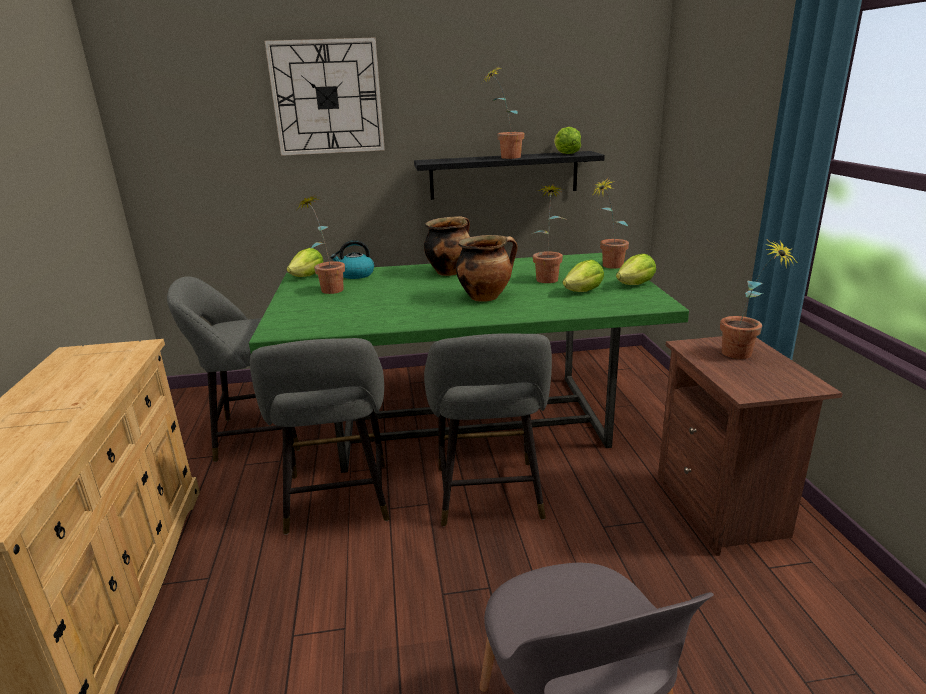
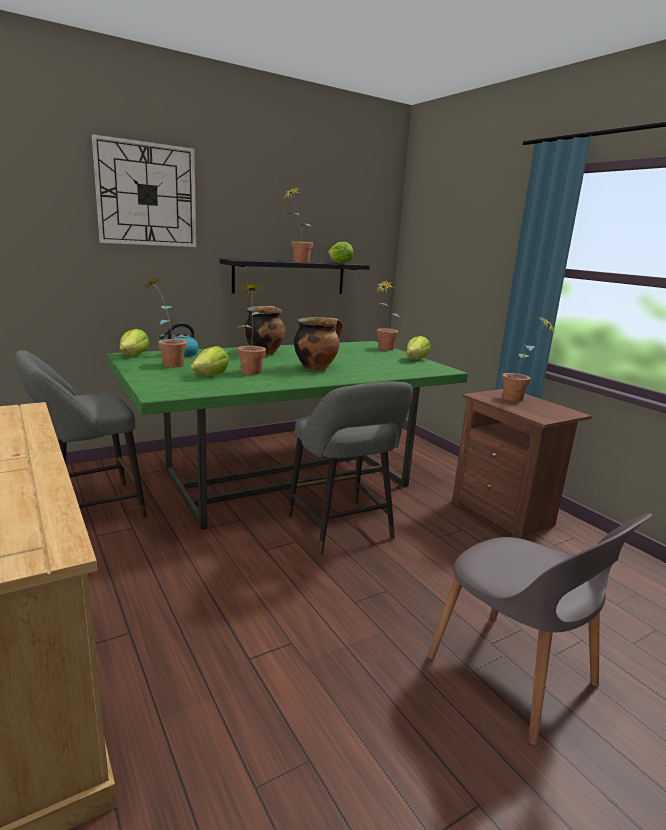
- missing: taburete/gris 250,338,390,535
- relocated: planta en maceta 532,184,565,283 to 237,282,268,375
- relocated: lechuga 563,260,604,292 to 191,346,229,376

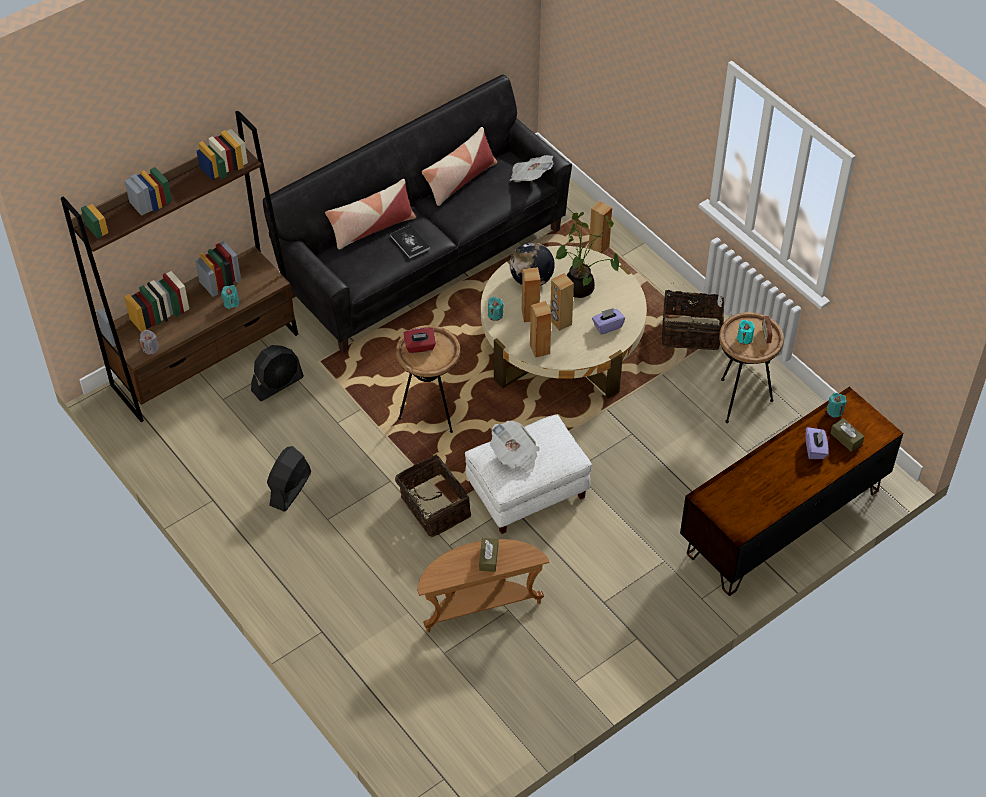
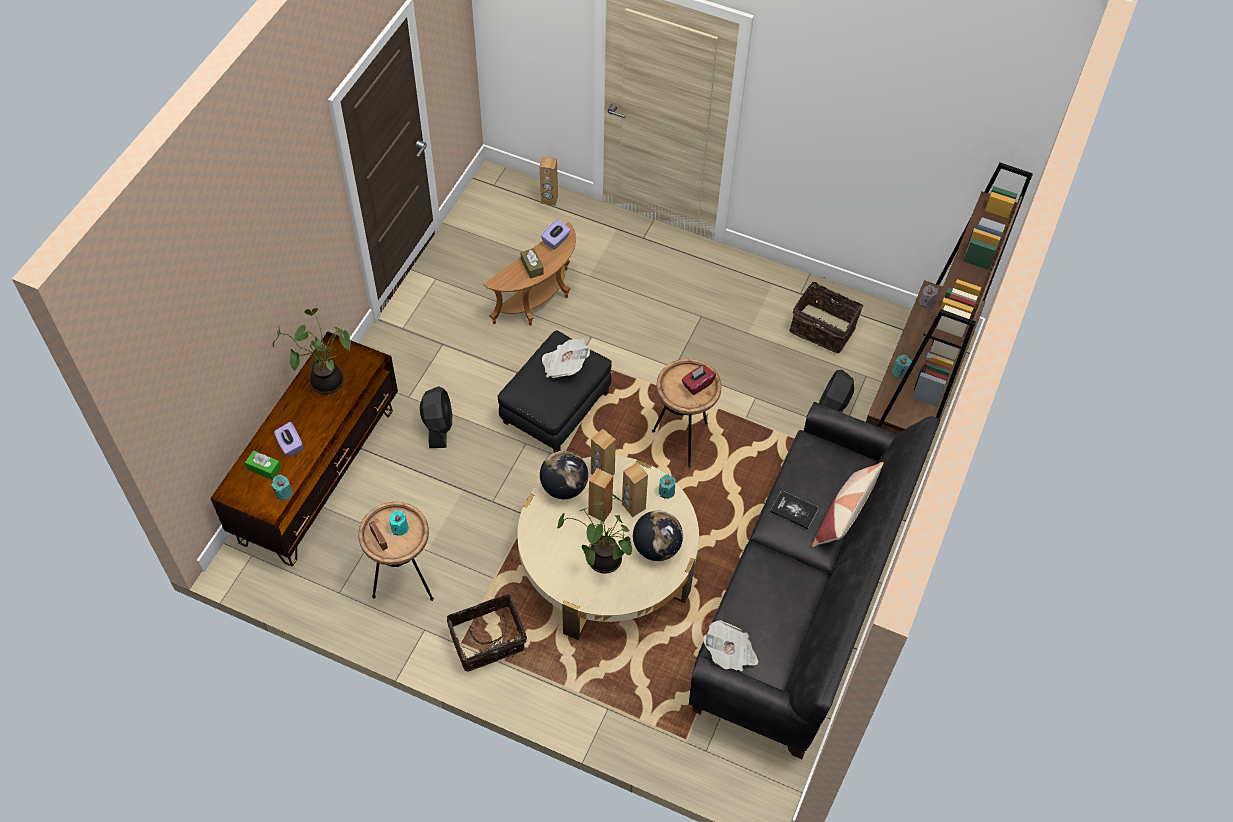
- relocated: ventilador/negro 267,446,311,512 to 420,386,452,448
- relocated: cesta 395,454,471,537 to 789,282,863,353
- missing: cojín 422,127,497,206
- colour: puf/blanco 465,414,592,534 to puf/negro 497,331,612,453
- relocated: altavoz/marrón 589,201,612,253 to 540,156,558,206
- relocated: caja de pañuelos/morado 592,308,625,335 to 541,219,571,250
- colour: caja de pañuelos/marrón 830,418,864,452 to caja de pañuelos/verde 245,450,281,480
- appeared: planta en maceta 272,308,351,394
- appeared: globo terráqueo 540,451,588,499

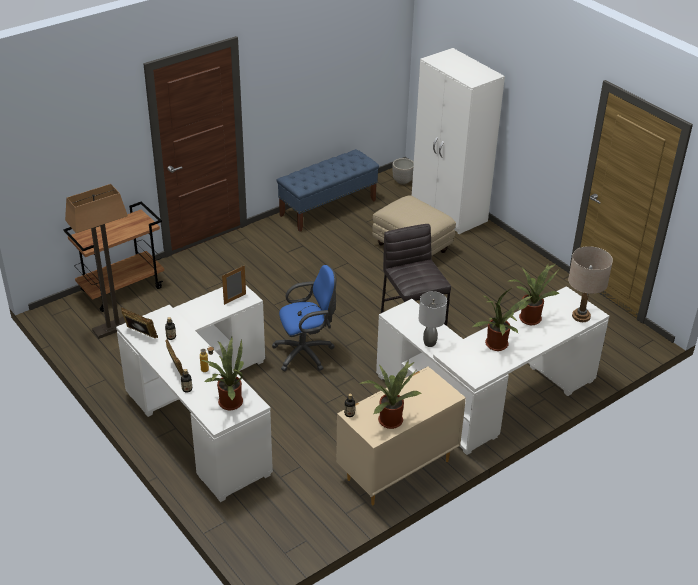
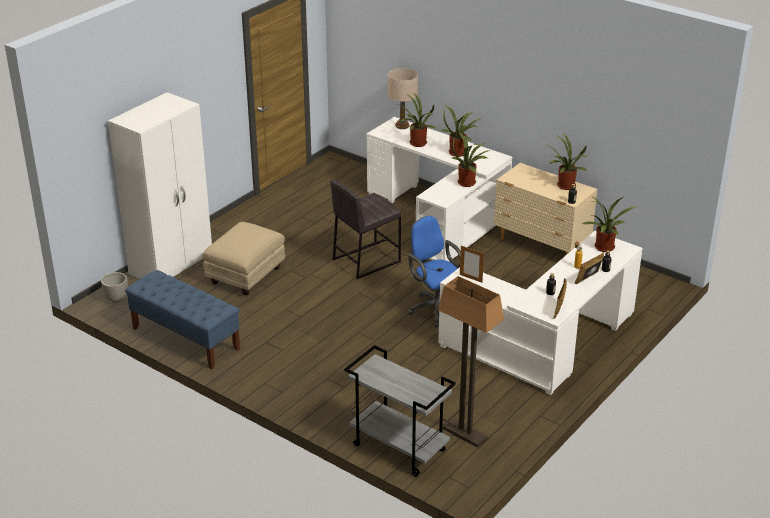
- colour: carrito/marrón 63,201,164,312 to carrito/gris 344,345,456,477
- exchanged: lámpara de mesa/gris 419,291,447,347 to planta en maceta 452,132,488,187

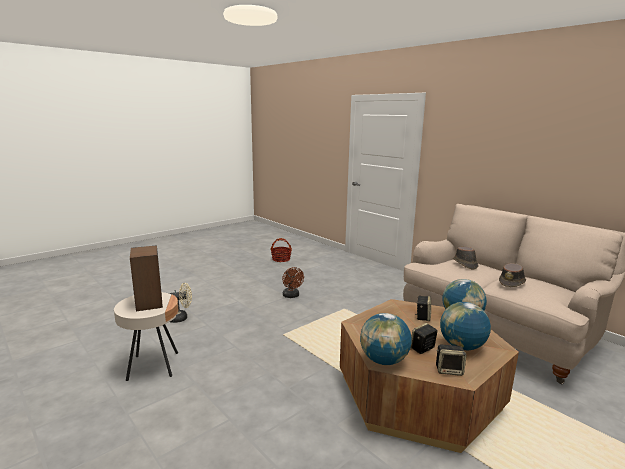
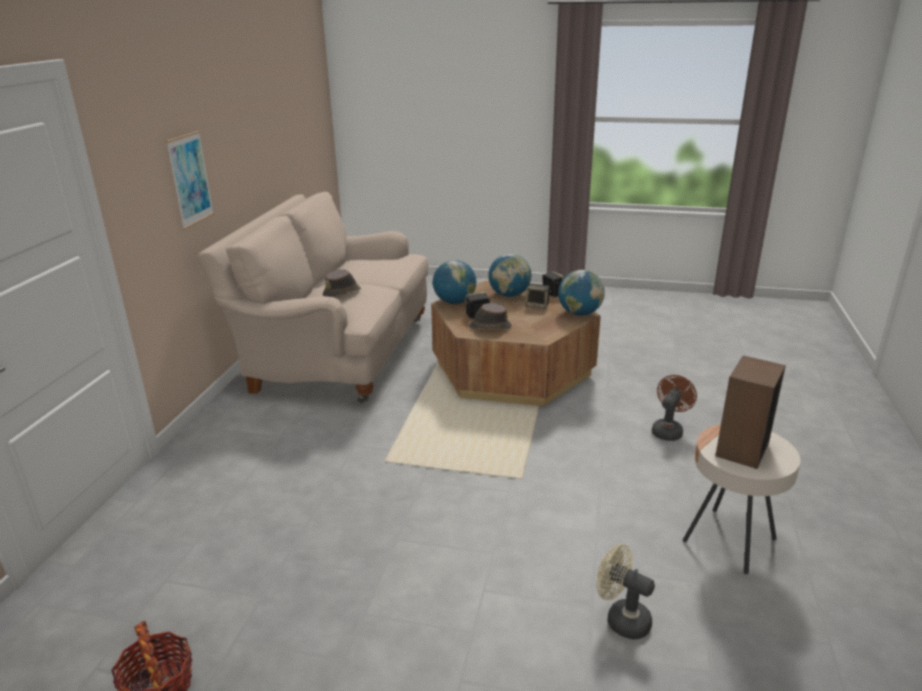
- relocated: ventilador/marrón 282,267,304,298 to 652,375,697,441
- relocated: sombrero/marrón 499,263,526,287 to 469,303,512,330
- appeared: cuadro 166,131,214,230

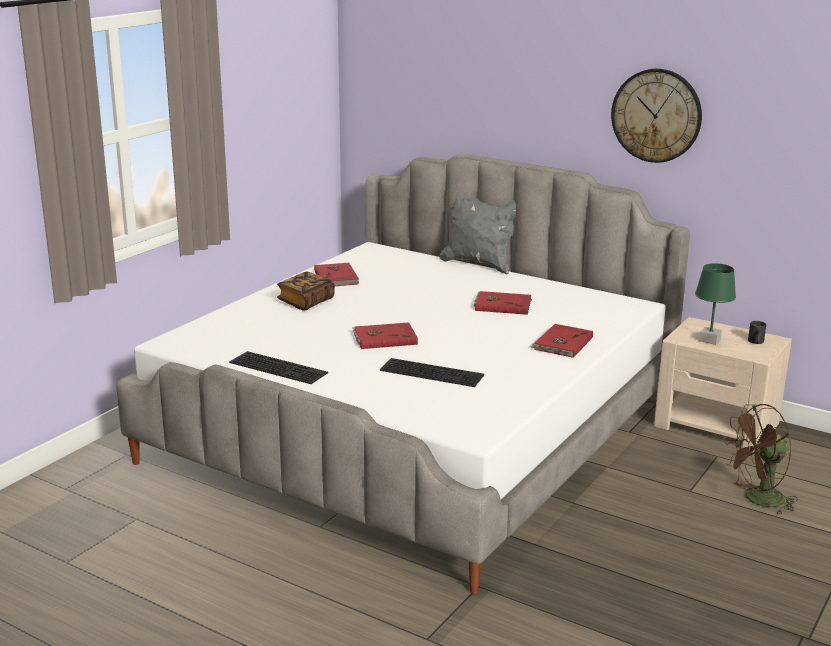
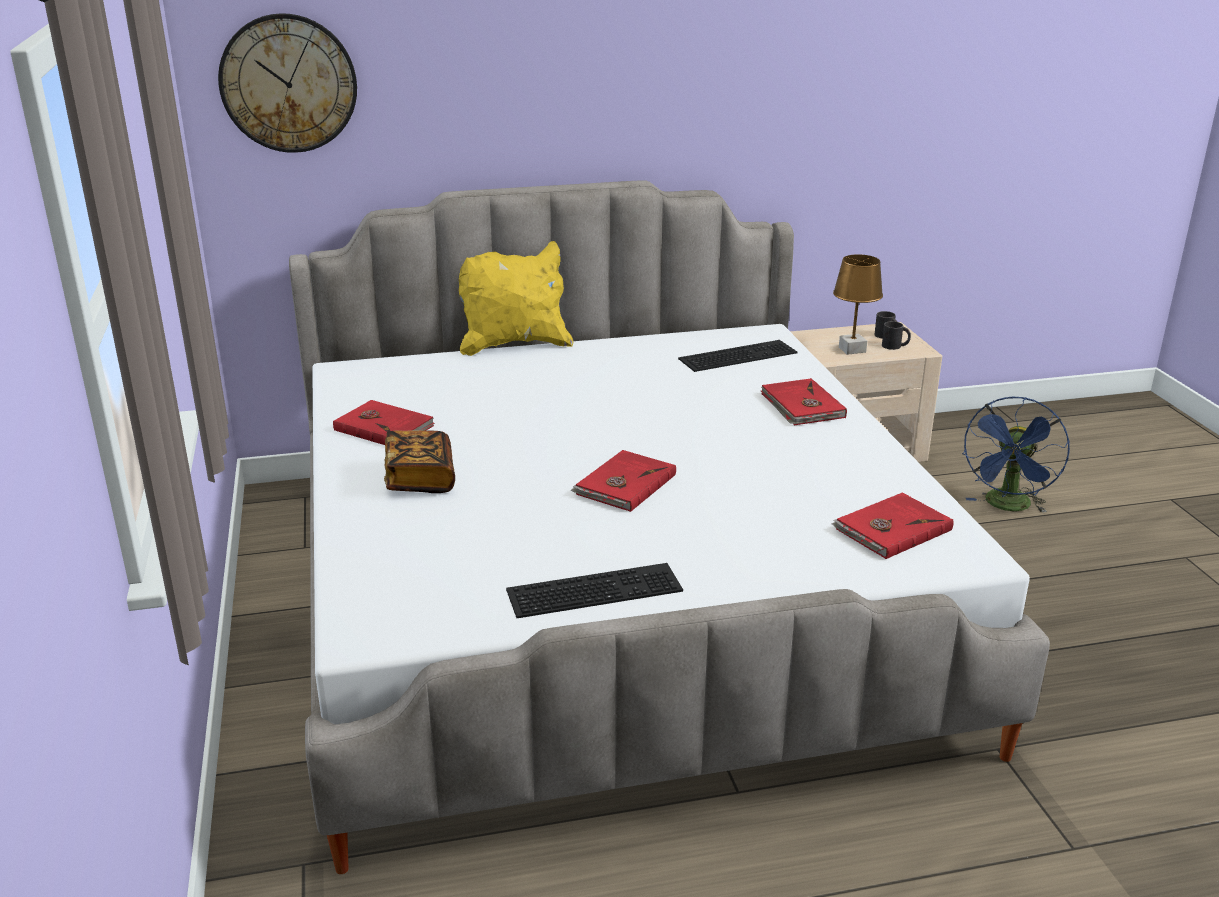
- relocated: teclado 380,358,484,387 to 678,340,798,372
- colour: cojín/gris 439,197,516,274 to cojín/amarillo 459,241,573,356
- relocated: libro/rojo 473,291,532,315 to 831,492,953,559
- relocated: reloj de pared 611,69,702,163 to 218,13,357,153
- colour: lámpara de mesa/verde 695,263,736,345 to lámpara de mesa/marrón 833,254,883,355
- colour: ventilador/marrón 724,404,798,516 to ventilador/azul 962,397,1070,513
- appeared: taza grande/negro 882,321,911,350

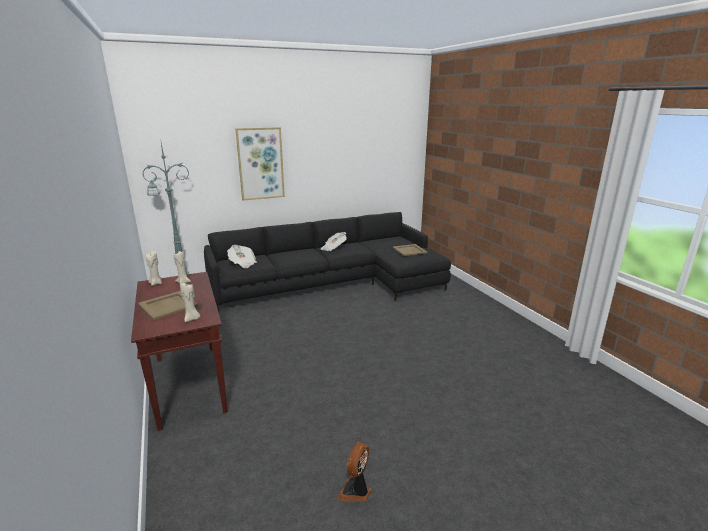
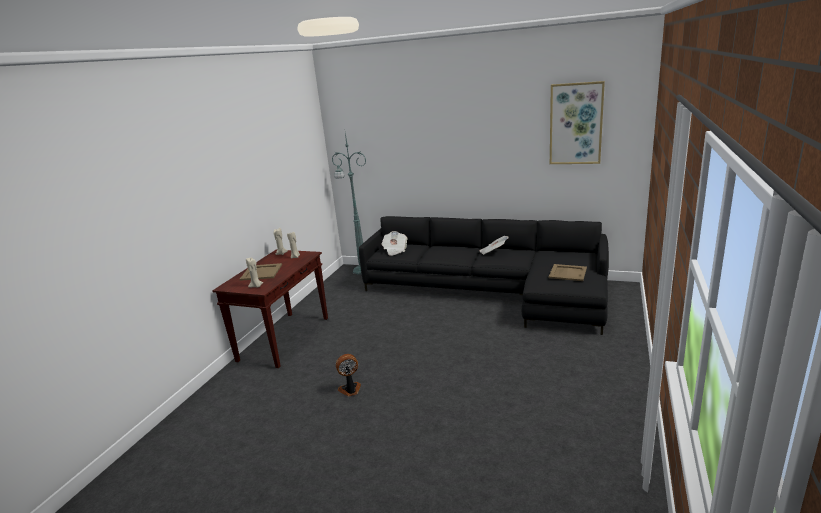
- relocated: cuadro 235,127,285,201 to 550,81,605,164
- relocated: ventilador 338,442,371,502 to 336,354,361,396

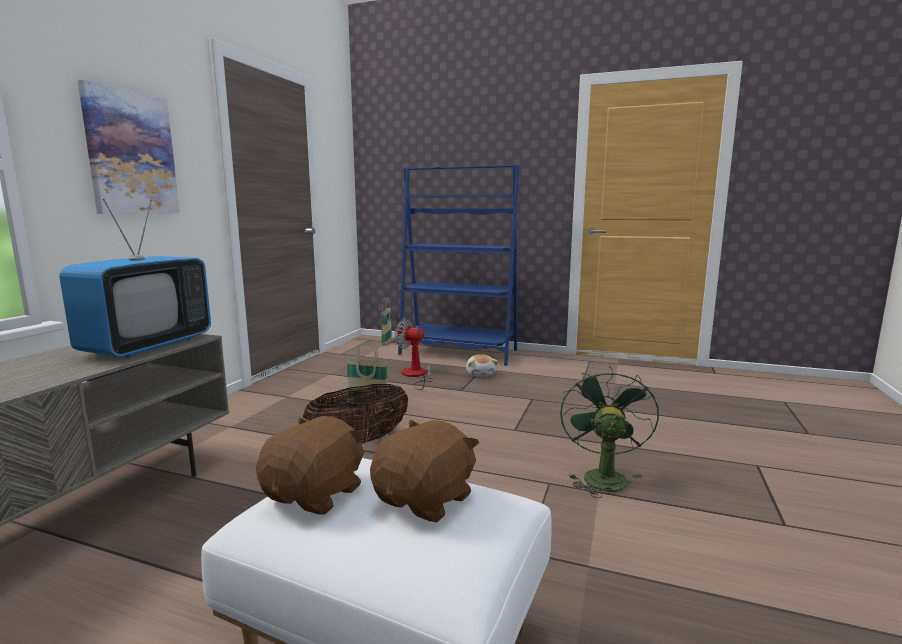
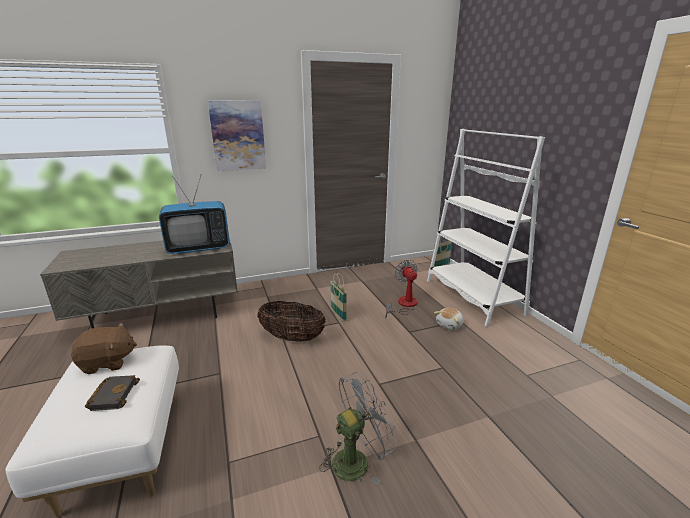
- exchanged: peluche/marrón 370,420,479,522 to libro/negro 85,375,140,411
- colour: estantería/azul 398,164,519,366 to estantería/blanco 427,129,545,327
- colour: ventilador/verde 560,366,659,498 to ventilador/gris 319,372,398,485

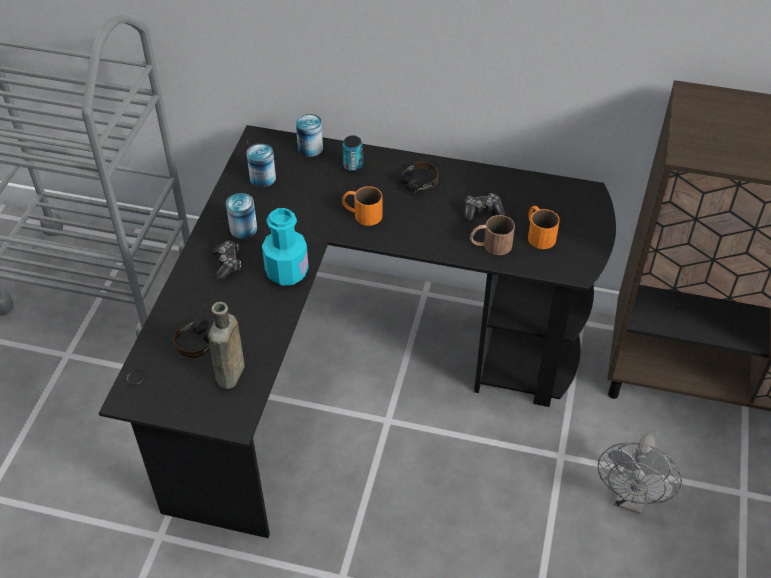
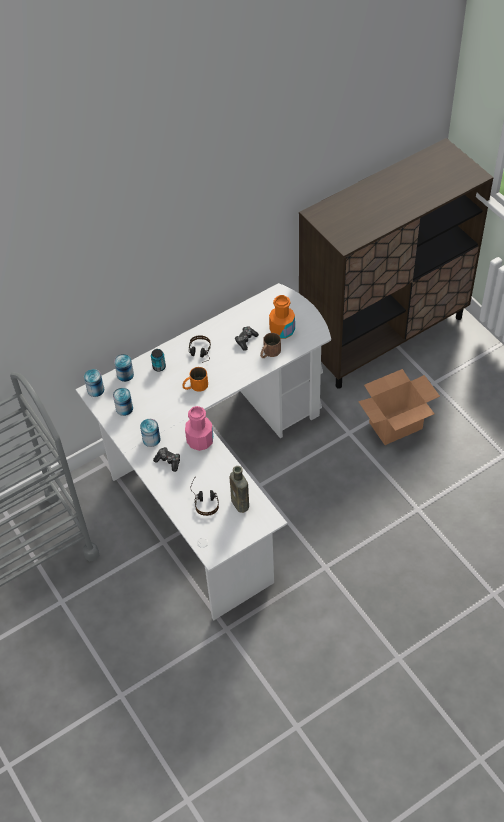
- colour: escritorio/negro 99,125,616,538 to escritorio/blanco 76,283,331,620
- colour: botella/turquesa 262,208,309,286 to botella/rosa 185,406,213,451
- exchanged: taza grande/naranja 528,206,560,249 to botella/naranja 269,295,295,339
- exchanged: ventilador/gris 598,433,682,514 to caja de cartón 358,369,440,445
- appeared: lata 84,369,104,397

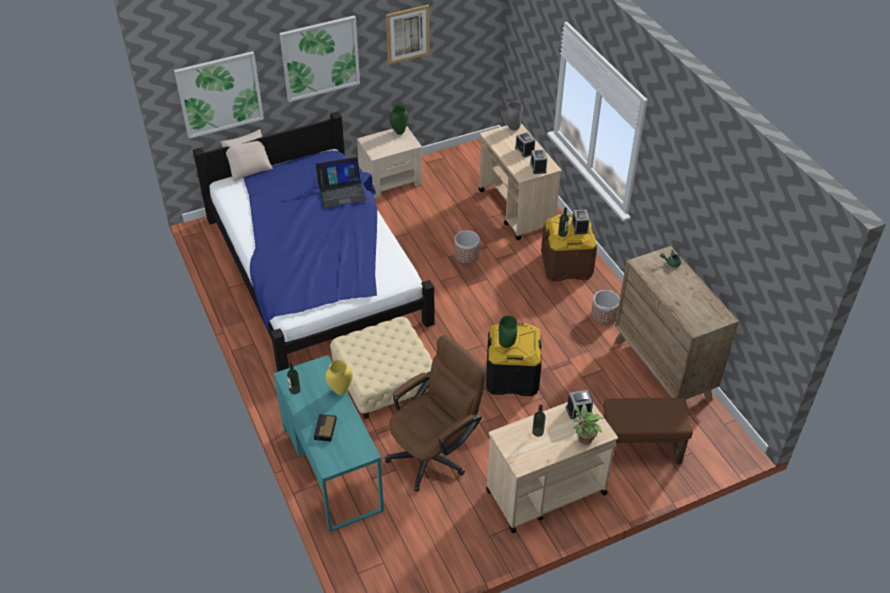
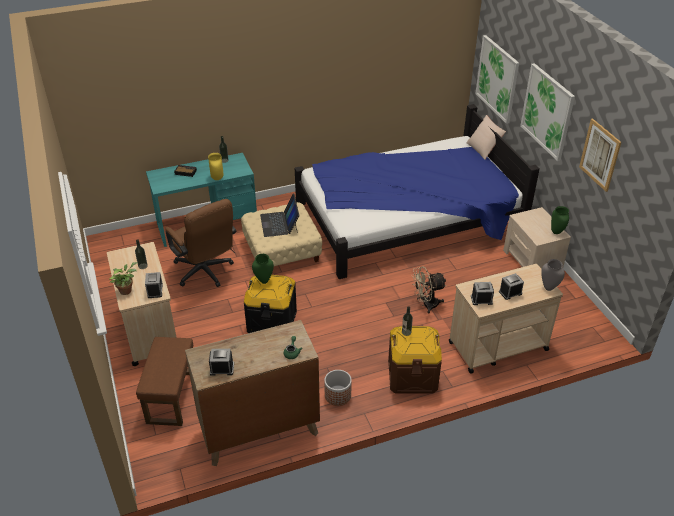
- relocated: portátil 316,157,367,208 to 260,194,299,237
- exchanged: maceta 454,230,480,264 to ventilador/beis 412,266,447,314
- relocated: despertador 571,209,590,234 to 209,349,234,376

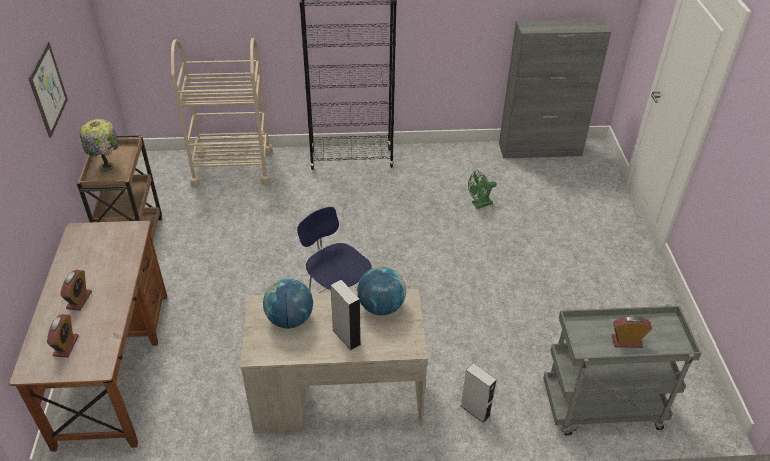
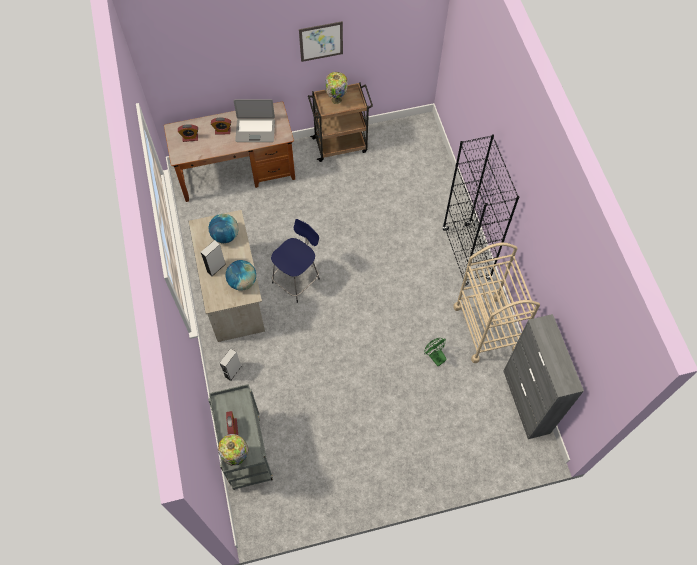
- relocated: carrito/beis 171,38,273,187 to 453,243,540,363
- appeared: lámpara de mesa 218,434,248,466
- appeared: portátil 234,99,275,142

